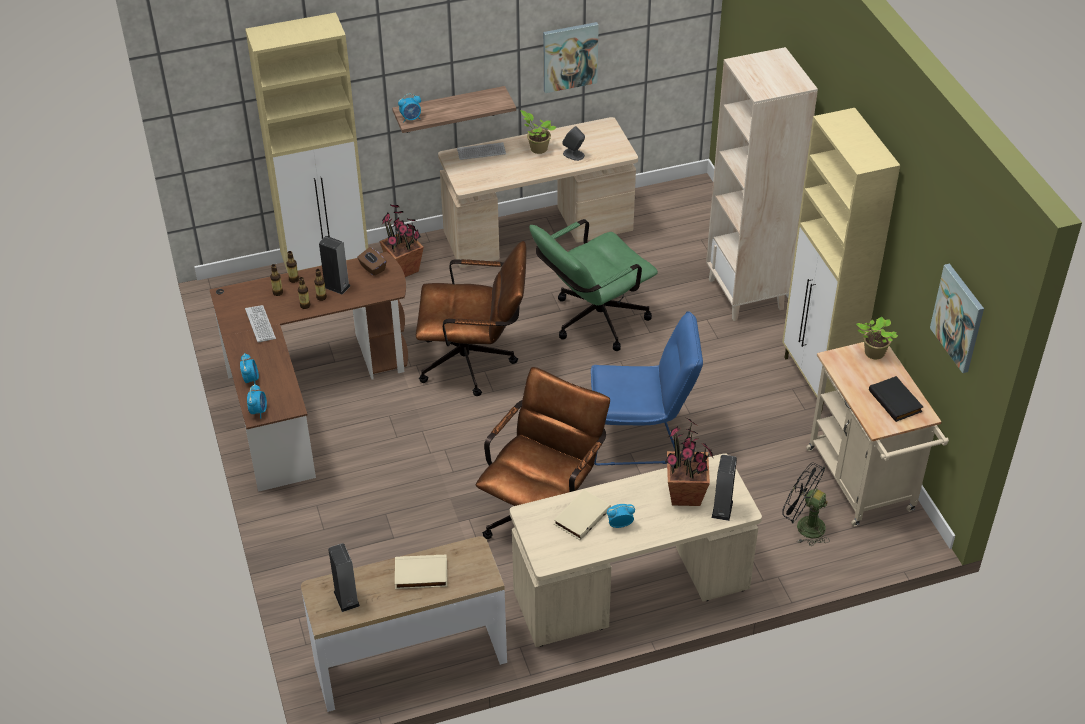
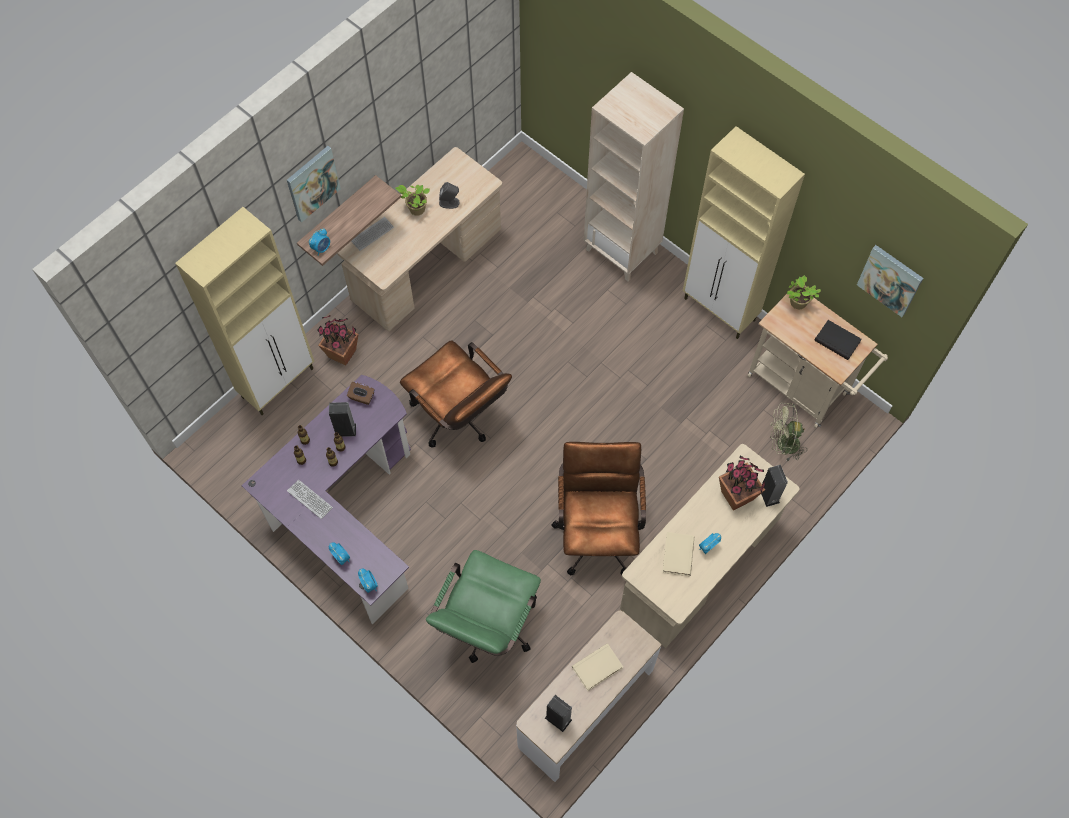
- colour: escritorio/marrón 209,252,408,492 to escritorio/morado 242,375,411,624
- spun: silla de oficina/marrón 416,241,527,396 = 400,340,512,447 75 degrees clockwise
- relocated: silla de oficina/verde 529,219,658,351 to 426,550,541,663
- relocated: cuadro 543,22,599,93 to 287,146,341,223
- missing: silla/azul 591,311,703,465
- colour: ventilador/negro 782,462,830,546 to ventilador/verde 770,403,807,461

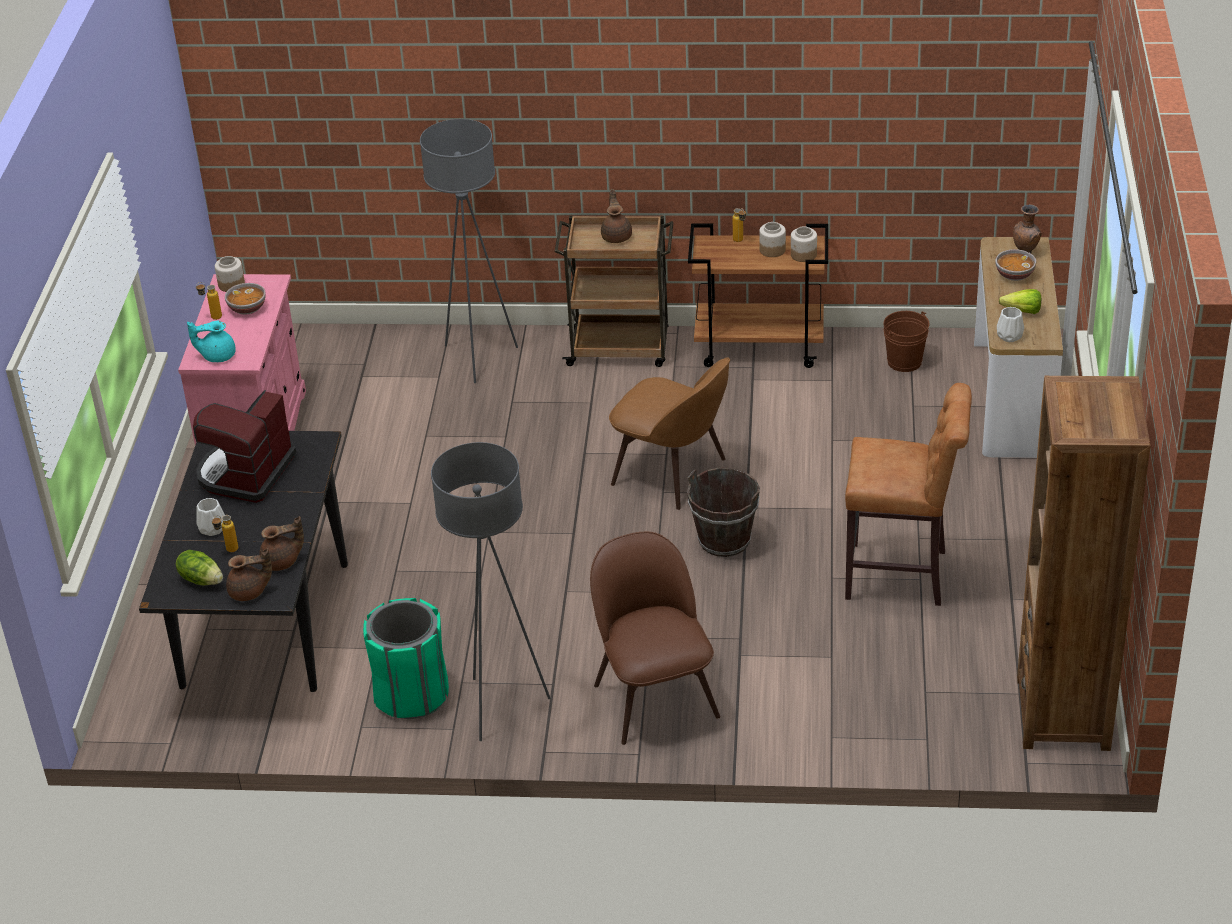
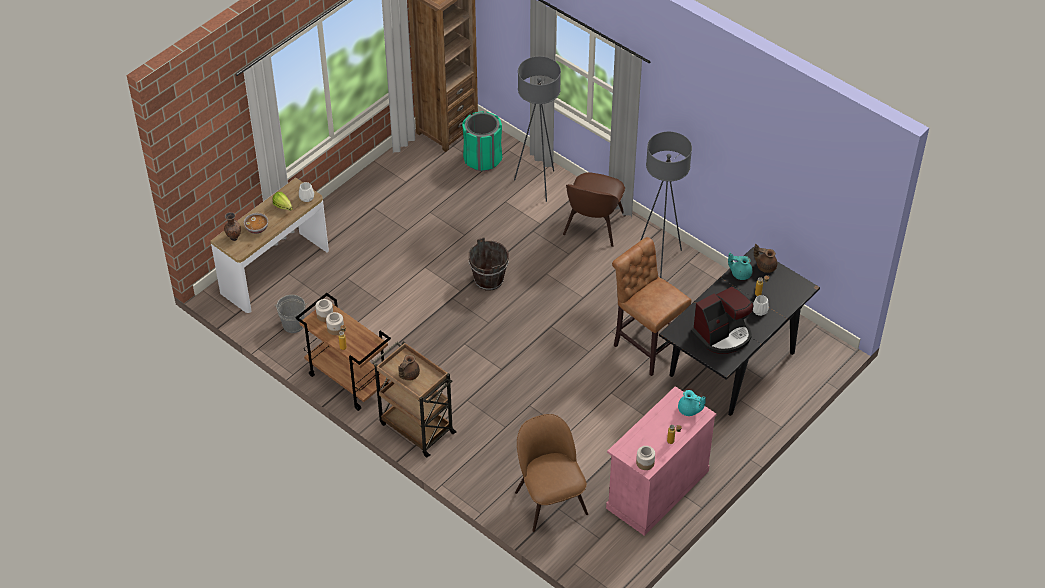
- missing: lechuga 176,550,223,585
- missing: cuenco 225,283,266,315
- colour: tetera/marrón 259,516,304,571 to tetera/turquesa 728,252,752,280
- relocated: papelera/verde 363,598,449,719 to 462,111,502,171
- relocated: lámpara de pie/gris 420,119,518,383 to 514,56,561,202
- relocated: silla/marrón 609,357,730,510 to 515,414,588,532
- relocated: taburete/marrón 845,383,972,606 to 612,237,691,376
- colour: cubo/marrón 883,311,929,372 to cubo/gris 274,295,307,333

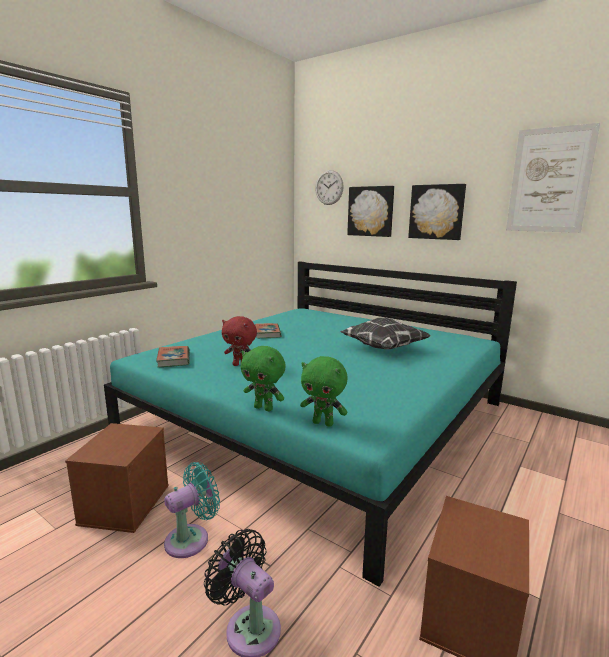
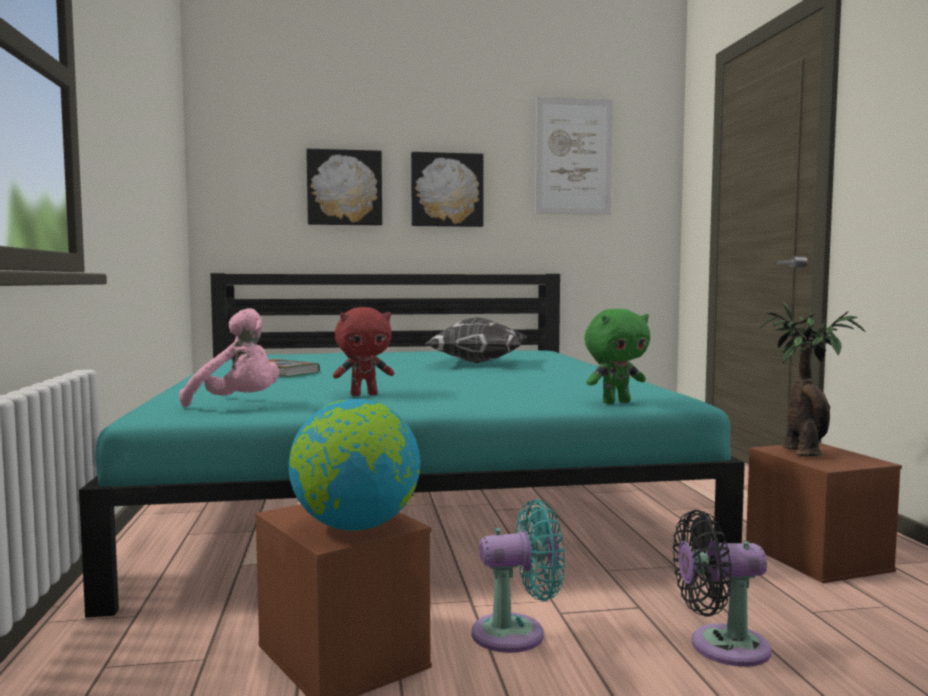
- exchanged: libro 156,346,190,367 to peluche/rosa 179,308,279,407
- spun: ventilador/turquesa 164,462,220,558 = 472,499,565,653 75 degrees clockwise
- missing: peluche/verde 241,346,286,411
- missing: reloj de pared 315,170,344,205
- appeared: globo terráqueo 289,399,420,531
- appeared: planta en maceta 759,302,865,456

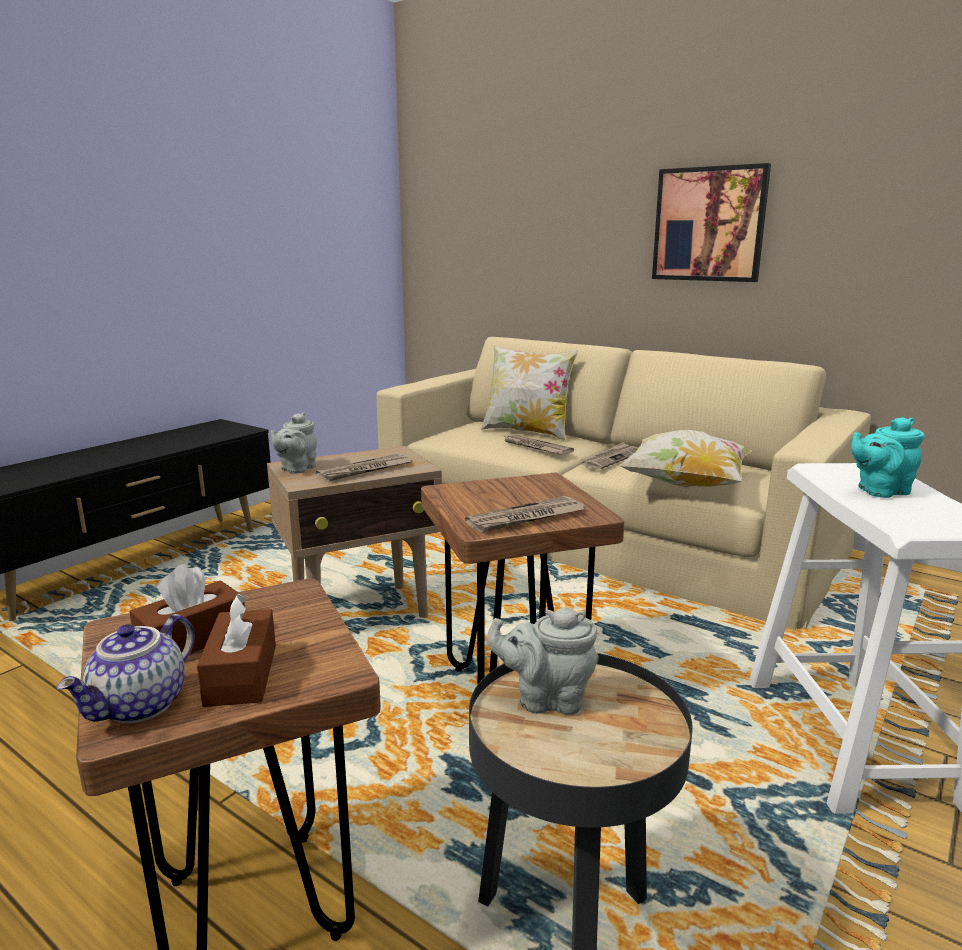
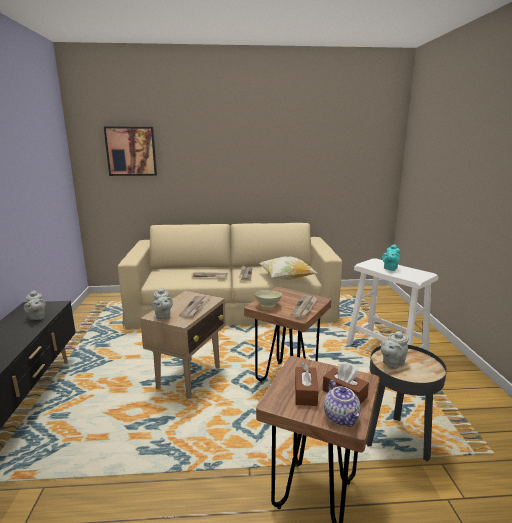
- missing: cojín 481,346,578,441
- relocated: cuadro 652,163,771,282 to 104,127,157,176
- appeared: tetera/gris 24,290,46,320
- appeared: cuenco/beis 255,290,282,308

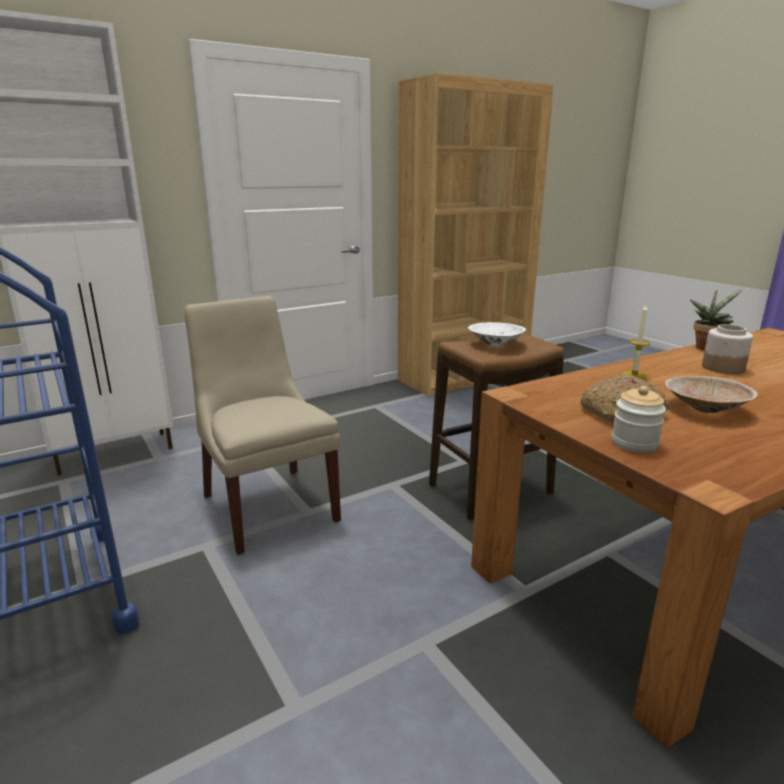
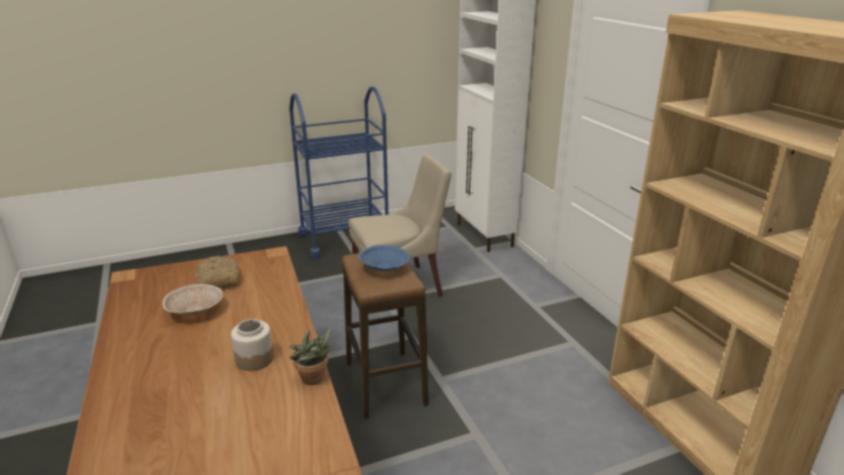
- colour: cuenco/blanco 468,322,526,347 to cuenco/azul 358,245,410,271
- missing: tarro 611,386,666,453
- missing: vela 623,305,650,379

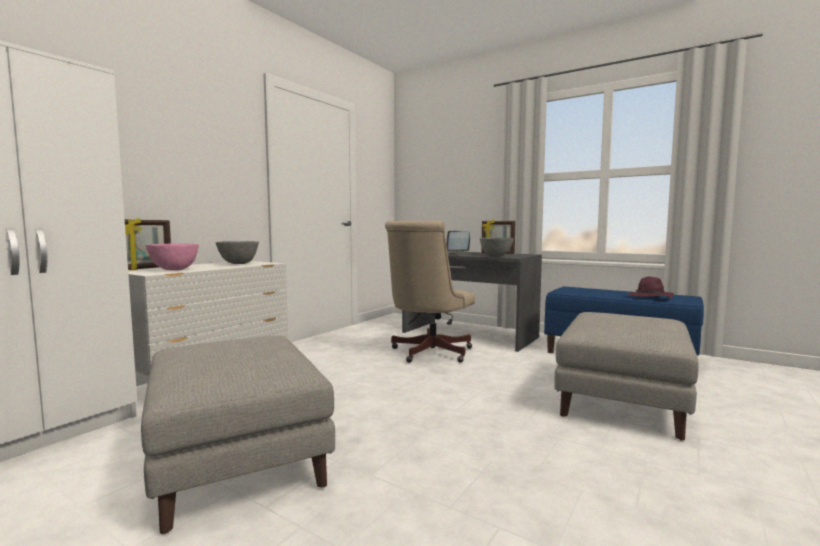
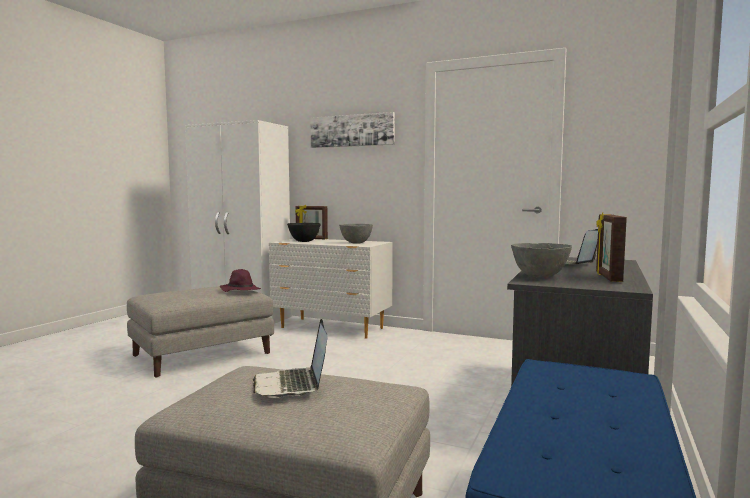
- colour: cuenco/rosa 145,243,199,270 to cuenco/negro 287,223,321,242
- missing: silla de oficina/beis 385,221,475,363
- relocated: sombrero/morado 628,276,674,298 to 220,269,261,292
- appeared: portátil 253,319,328,398
- appeared: cuadro 310,112,395,148

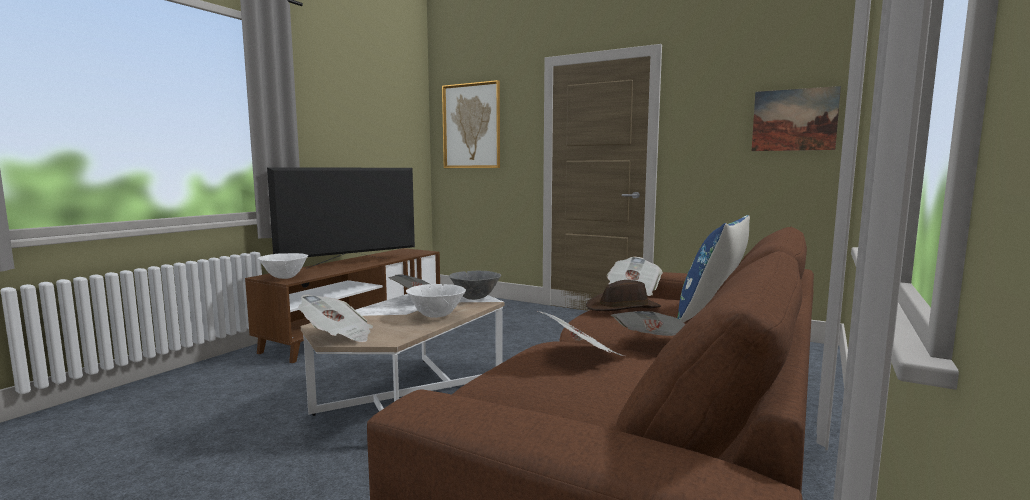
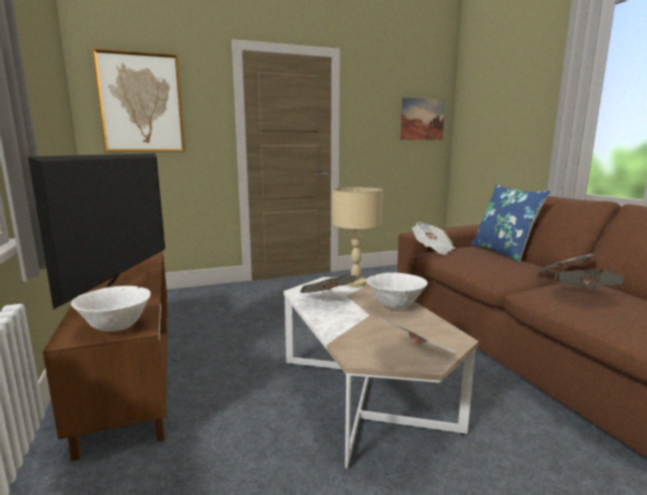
- exchanged: cuenco/gris 449,271,501,300 to lámpara de mesa/beis 332,187,383,287
- missing: sombrero/marrón 586,280,661,311

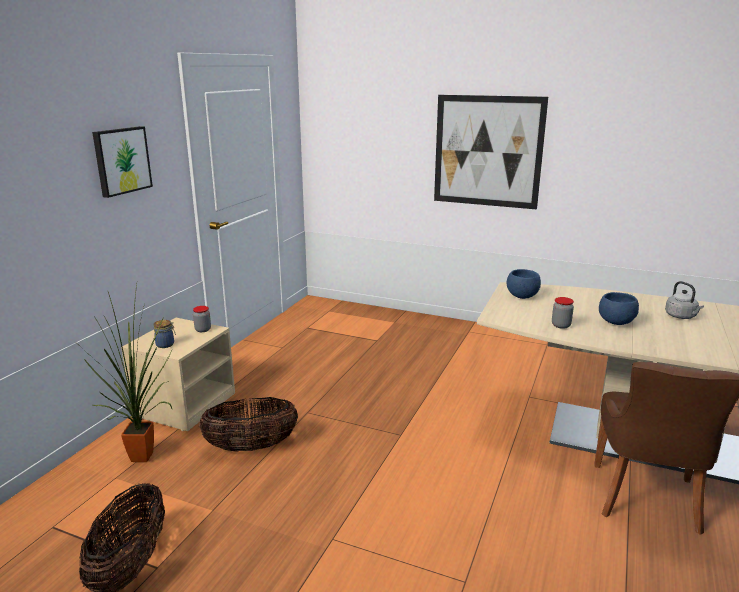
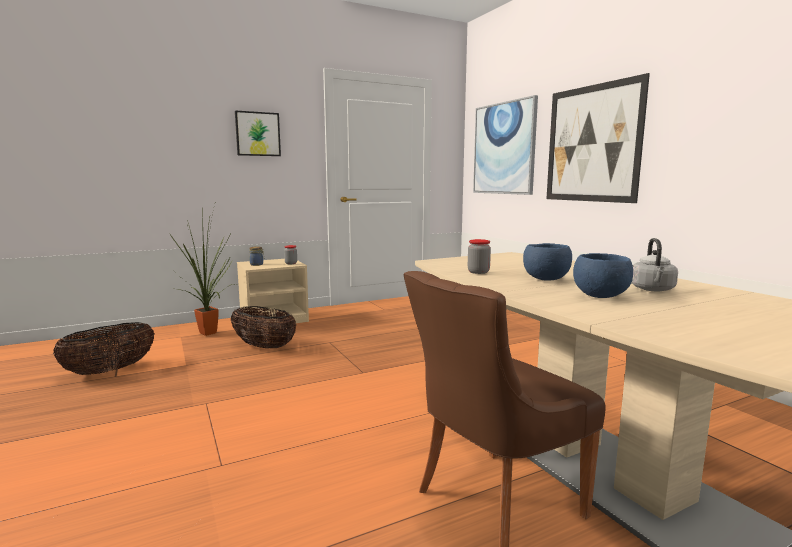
- relocated: cuenco/azul 507,269,541,299 to 573,253,633,298
- appeared: cuadro 473,95,538,195

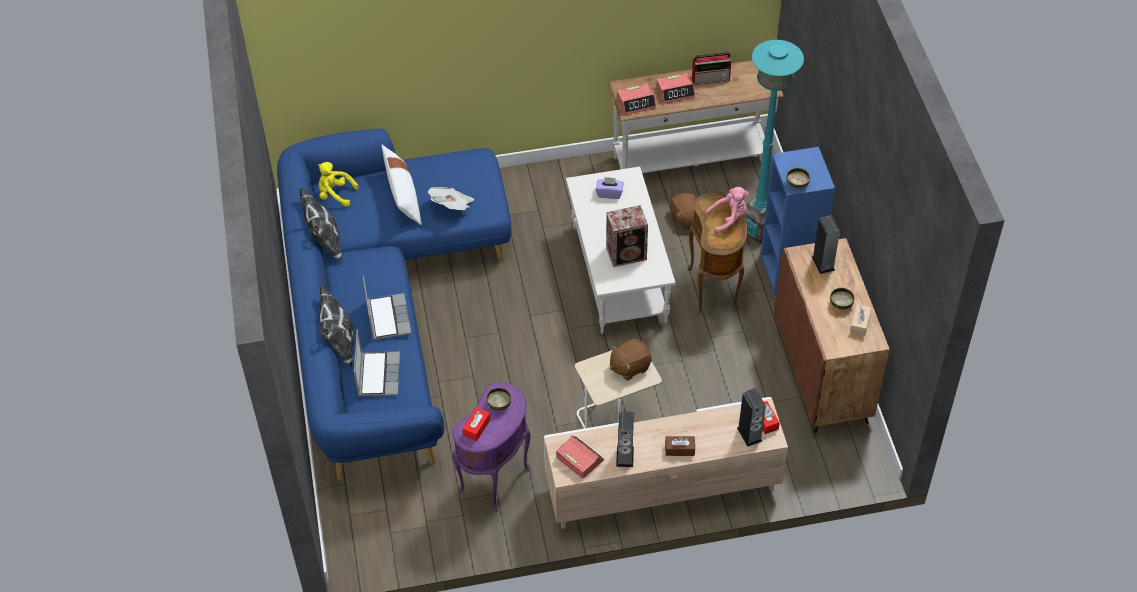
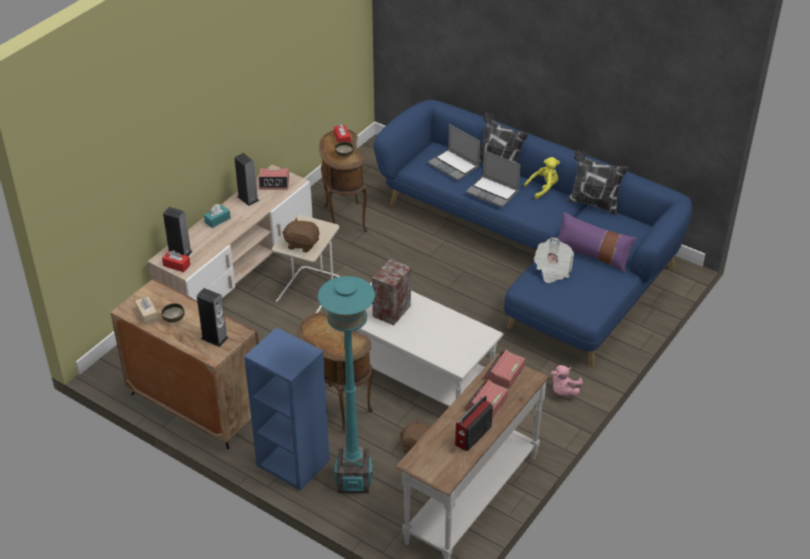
- relocated: peluche/amarillo 318,162,359,207 to 524,157,560,199
- colour: cojín/blanco 382,145,422,225 to cojín/morado 558,212,637,272
- colour: mesa auxiliar/morado 452,382,531,512 to mesa auxiliar/marrón 319,129,368,232
- missing: caja de pañuelos/morado 595,177,624,199
- spun: peluche/marrón 610,339,652,381 = 282,218,319,253 90 degrees counterclockwise
- colour: caja de pañuelos/marrón 665,436,695,456 to caja de pañuelos/turquesa 204,204,231,228
- relocated: peluche/rosa 706,187,749,233 to 551,365,583,396
- missing: cuenco 786,168,810,189

